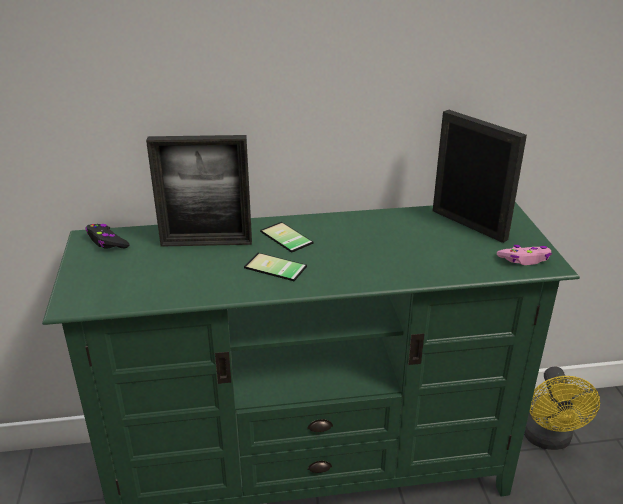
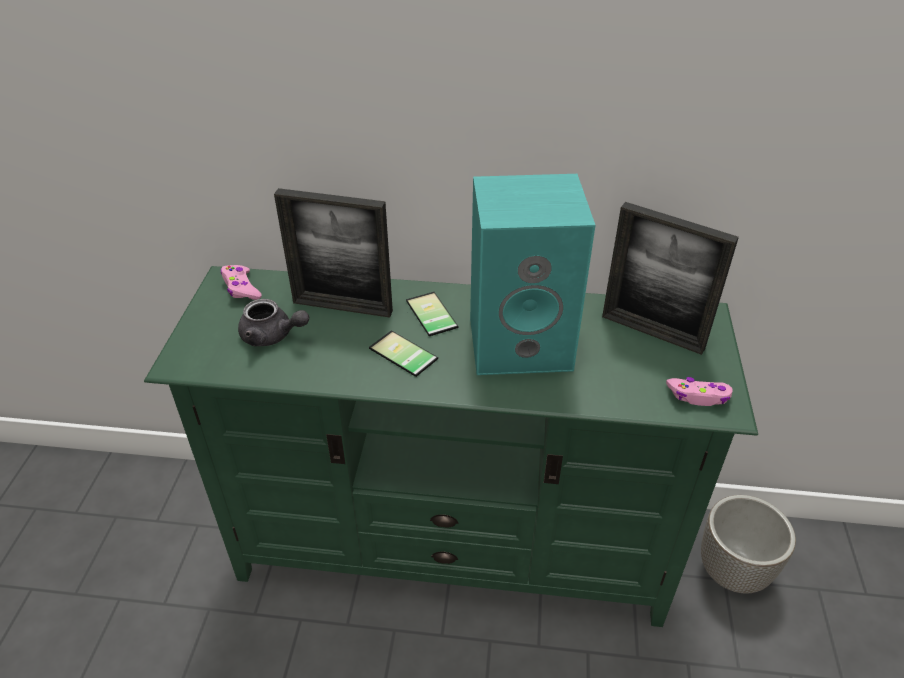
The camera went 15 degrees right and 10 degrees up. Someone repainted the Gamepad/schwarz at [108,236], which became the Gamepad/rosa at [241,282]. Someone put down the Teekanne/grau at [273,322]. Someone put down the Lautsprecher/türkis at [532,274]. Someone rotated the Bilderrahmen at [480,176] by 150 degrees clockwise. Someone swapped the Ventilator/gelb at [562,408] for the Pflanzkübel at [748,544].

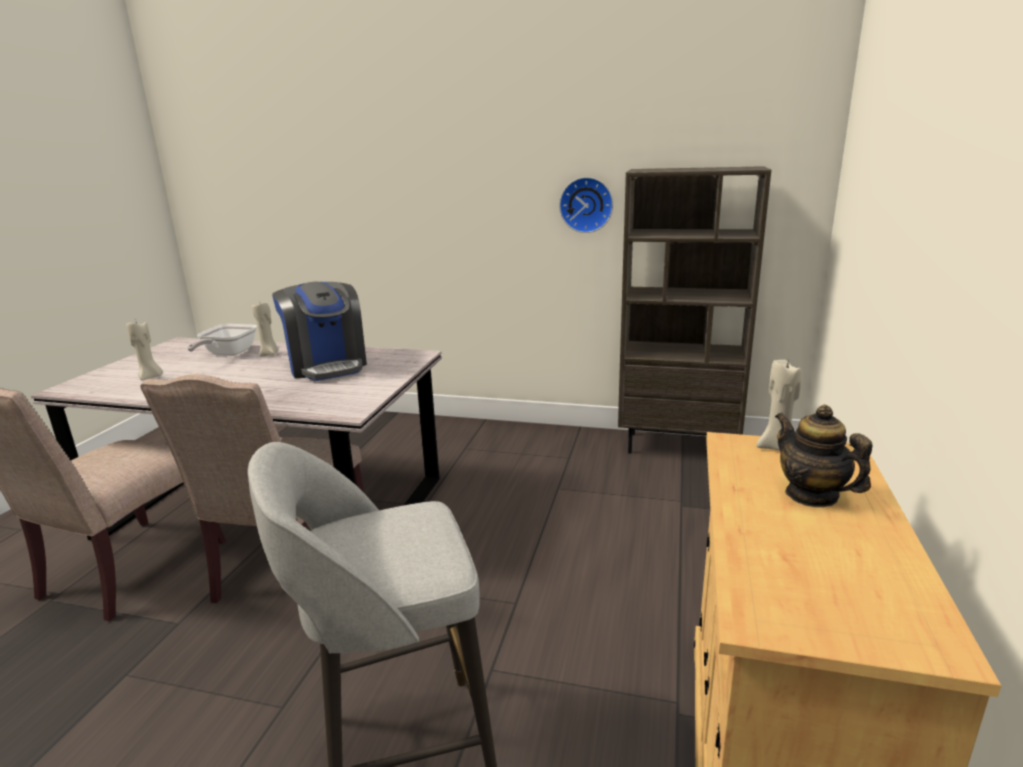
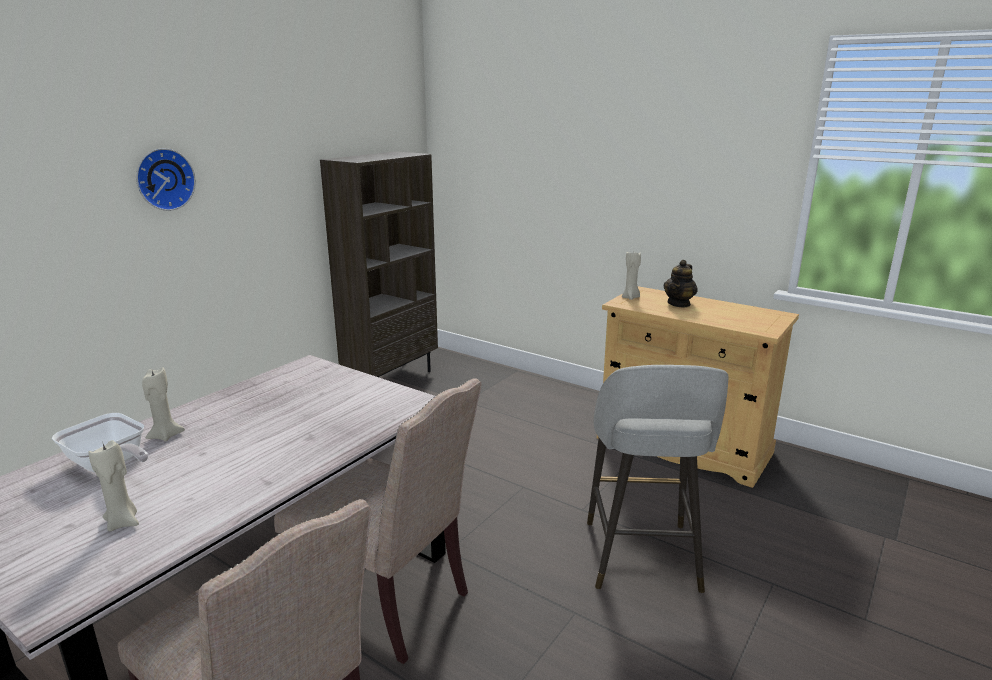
The camera went 70 degrees left and 0 degrees up. Someone carried the Wanduhr from [586,205] to [166,179]. Someone rotated the Teekanne at [823,456] by 45 degrees counterclockwise. Someone took away the Kaffeemaschine at [319,331].

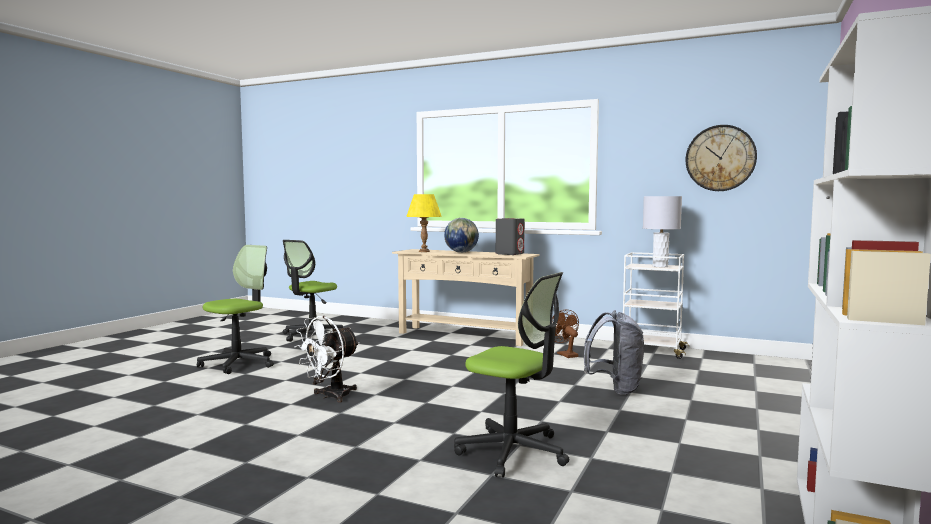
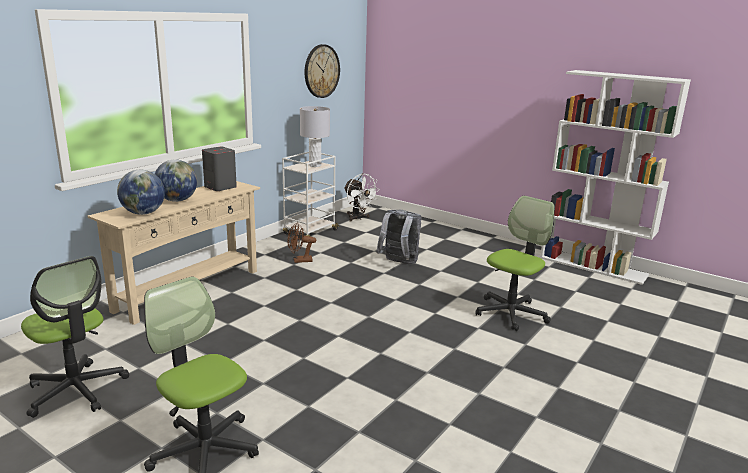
The camera went 80 degrees left and 15 degrees up. Someone swapped the Tischlampe/gelb at [424,223] for the Globus at [141,192]. Someone carried the Ventilator/weiß from [326,359] to [362,197].

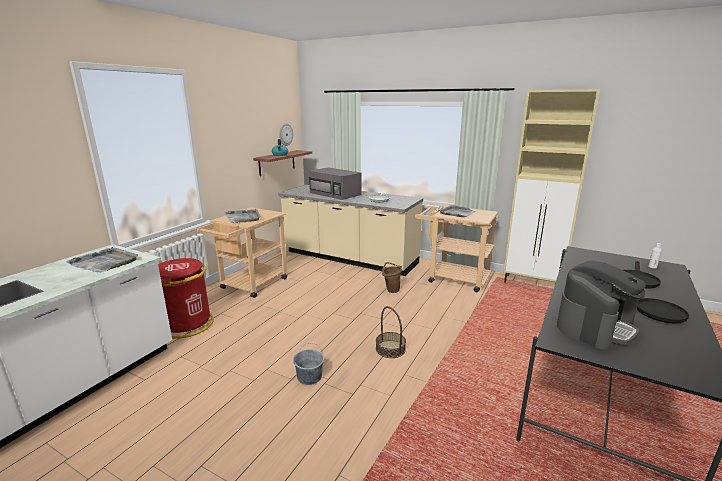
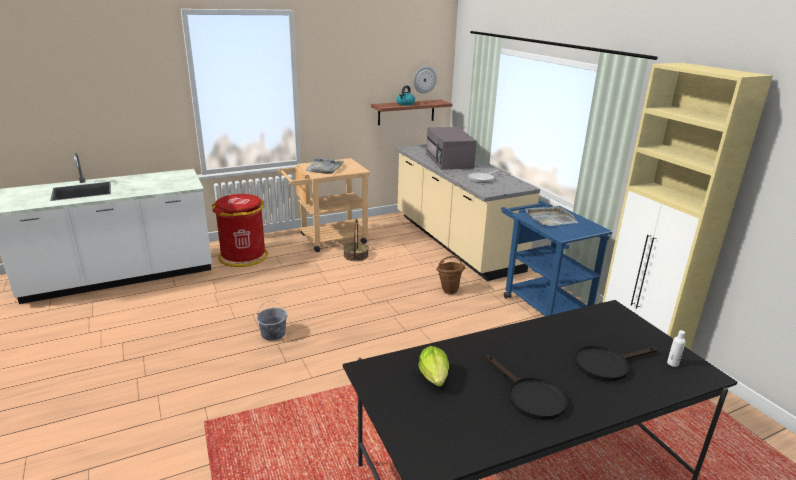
The camera went 35 degrees right and 5 degrees up. Someone carried the Korb from [391,332] to [356,240]. Someone swapped the Kaffeemaschine at [601,305] for the Salatkopf at [433,366]. Someone repainted the Rollwagen/beige at [457,249], which became the Rollwagen/blau at [556,258]. Someone took away the Tablett/grau at [102,260].

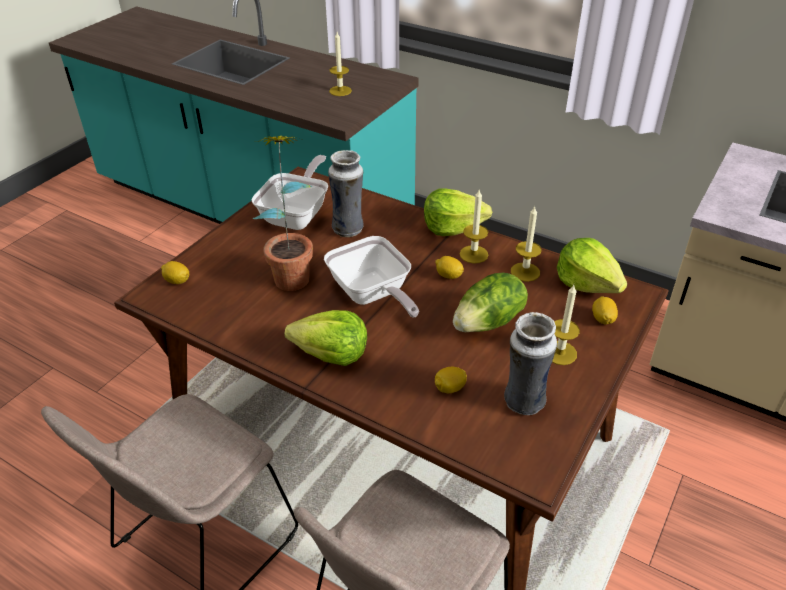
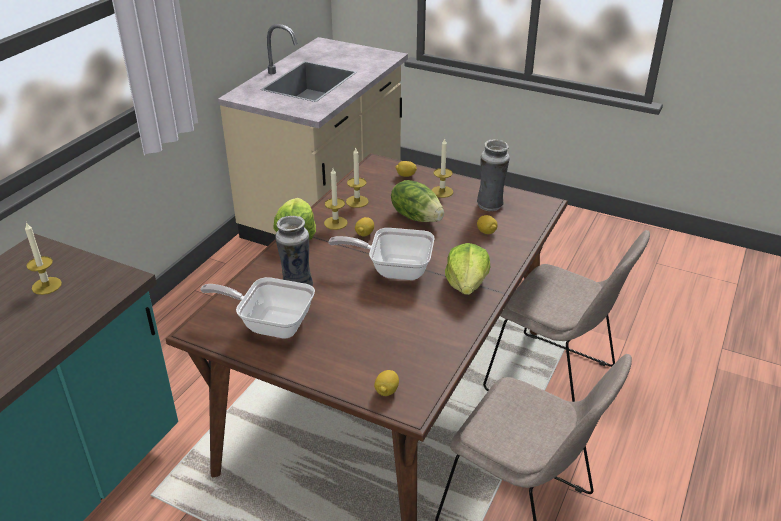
The camera went 95 degrees left and 5 degrees down. Someone rotated the Pfanne at [371,277] by 135 degrees counterclockwise. Someone took away the Topfpflanze at [283,213]. Someone took away the Salatkopf at [592,265].

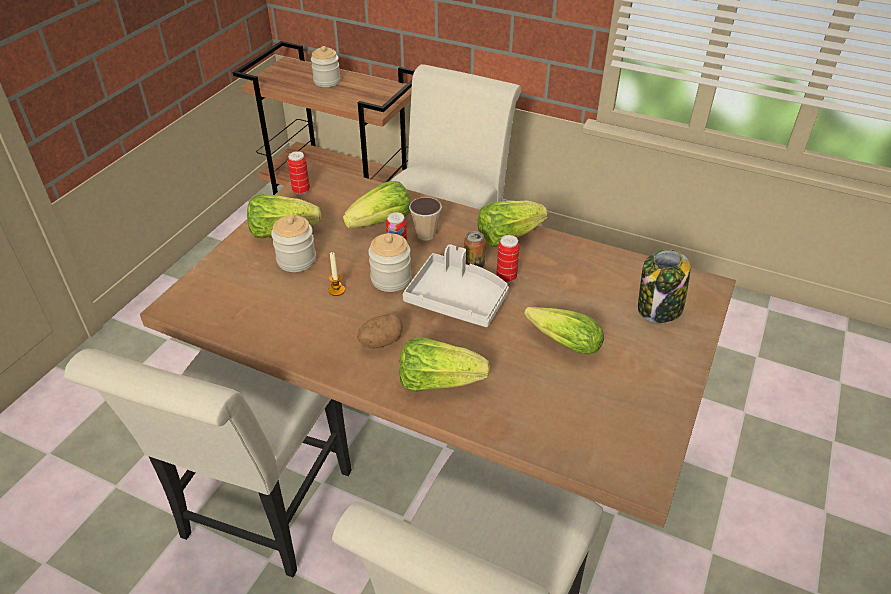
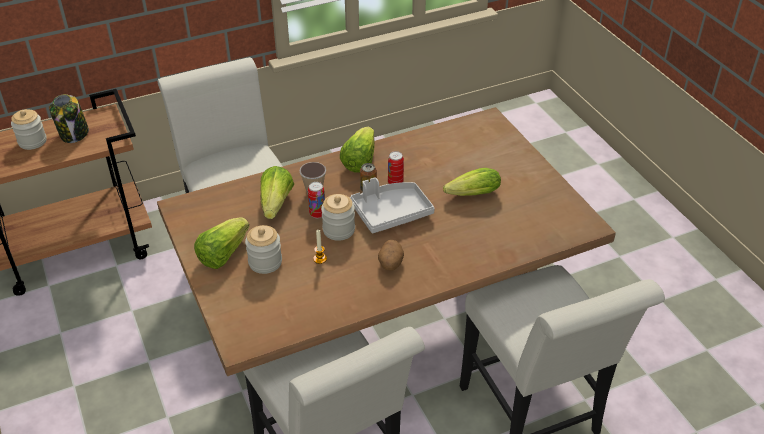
The camera went 50 degrees left and 0 degrees up. Someone carried the Vorratsglas from [664,286] to [69,118]. Someone took away the Dose at [299,173]. Someone took away the Salatkopf at [444,364].

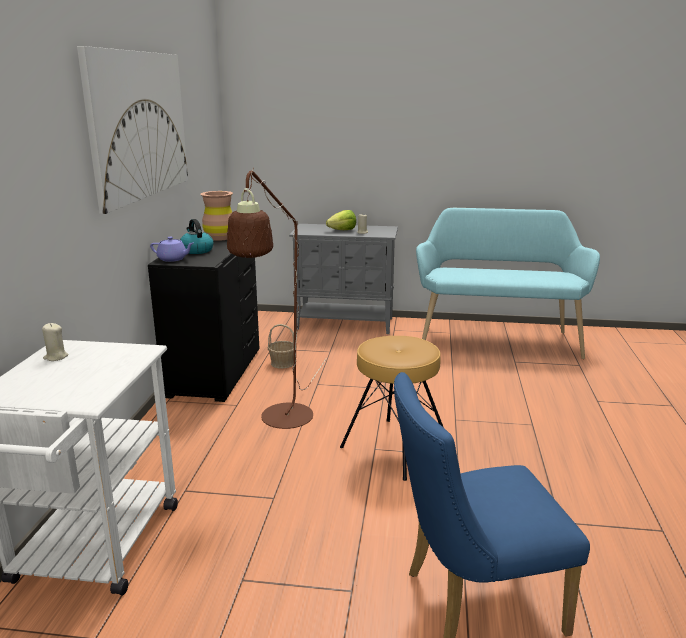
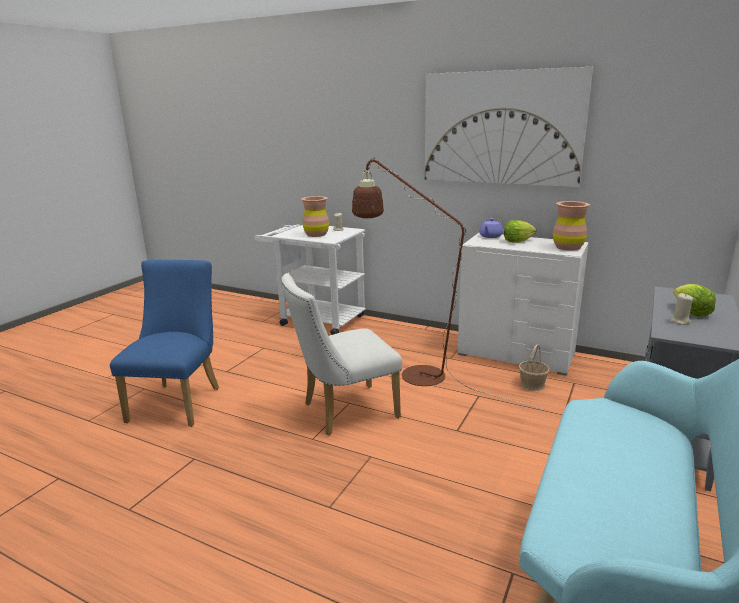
The camera went 110 degrees right and 0 degrees up. Someone swapped the Hocker/braun at [392,408] for the Stuhl/weiß at [342,354]. Someone put down the Vase/braun at [315,216]. Someone repainted the Kommode/schwarz at [203,321], which became the Kommode/weiß at [523,304]. Someone swapped the Wasserkessel at [196,236] for the Salatkopf at [520,231].

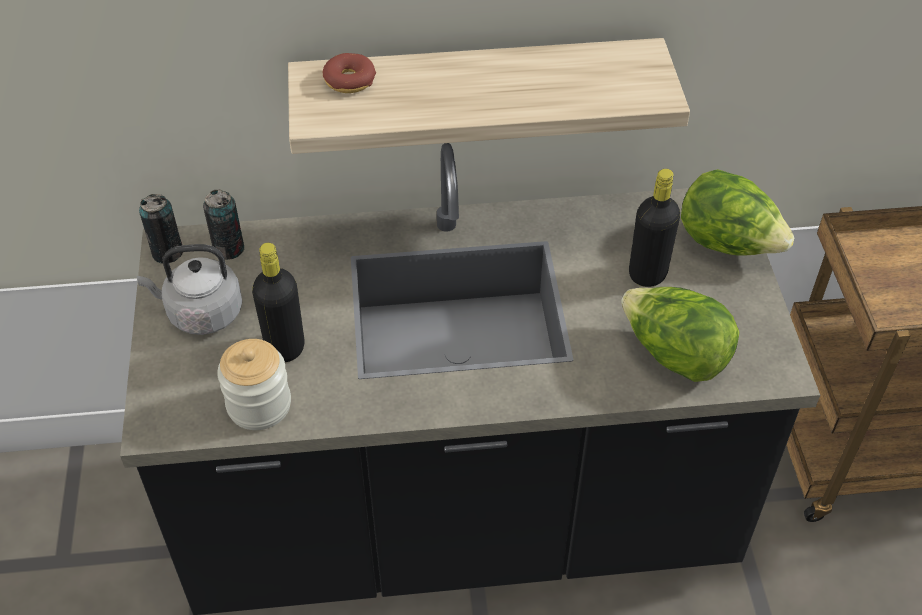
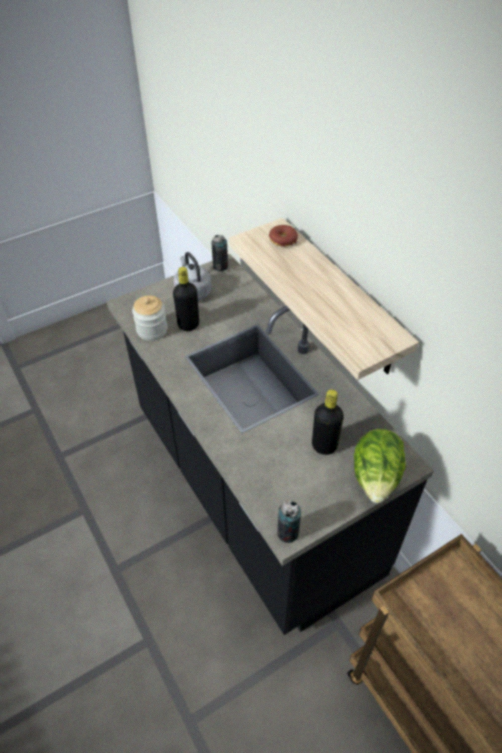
The camera went 65 degrees right and 0 degrees up. Someone carried the Dose from [223,224] to [289,522]. Someone took away the Salatkopf at [680,334].

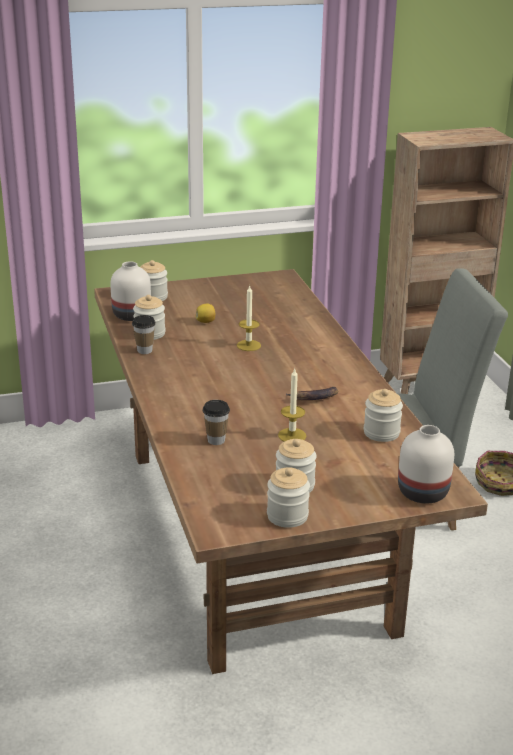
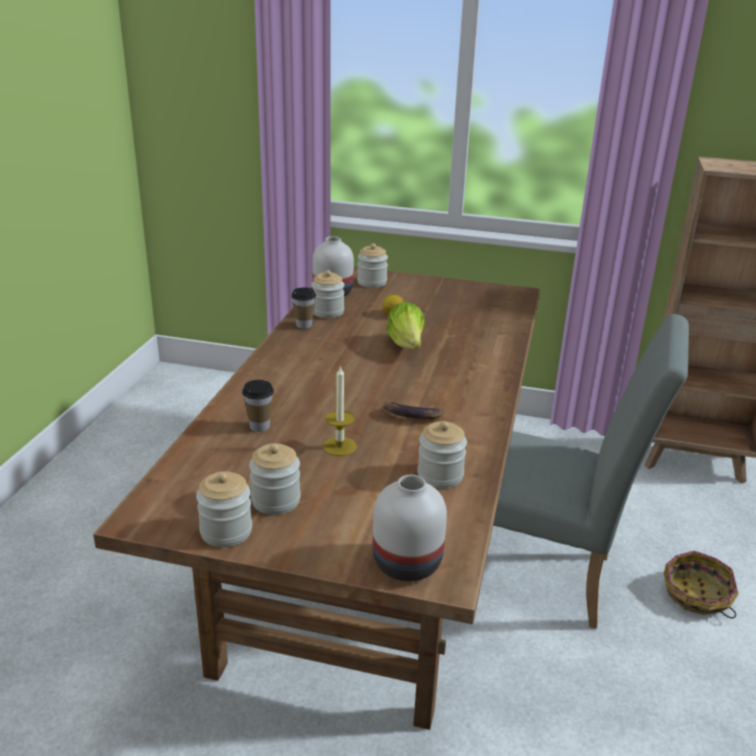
The camera went 30 degrees right and 0 degrees up. Someone swapped the Kerze at [249,318] for the Salatkopf at [405,325].

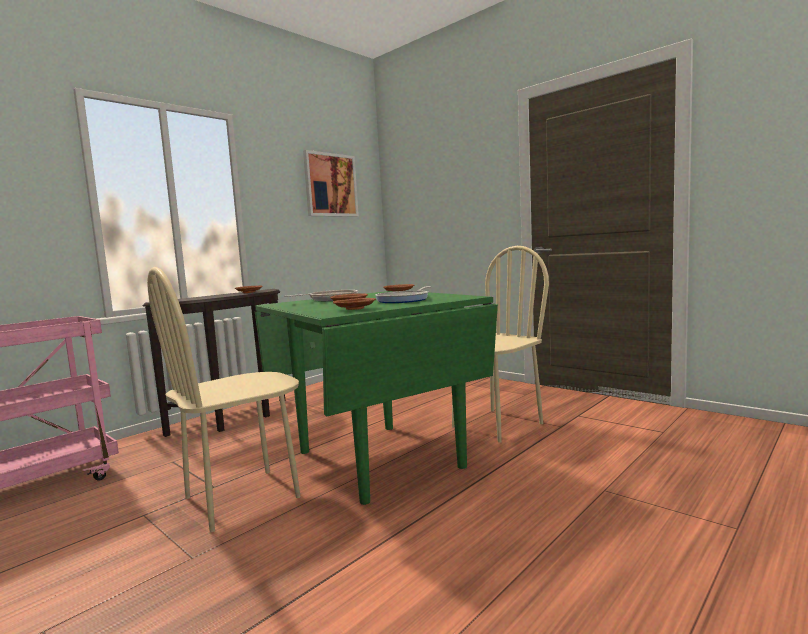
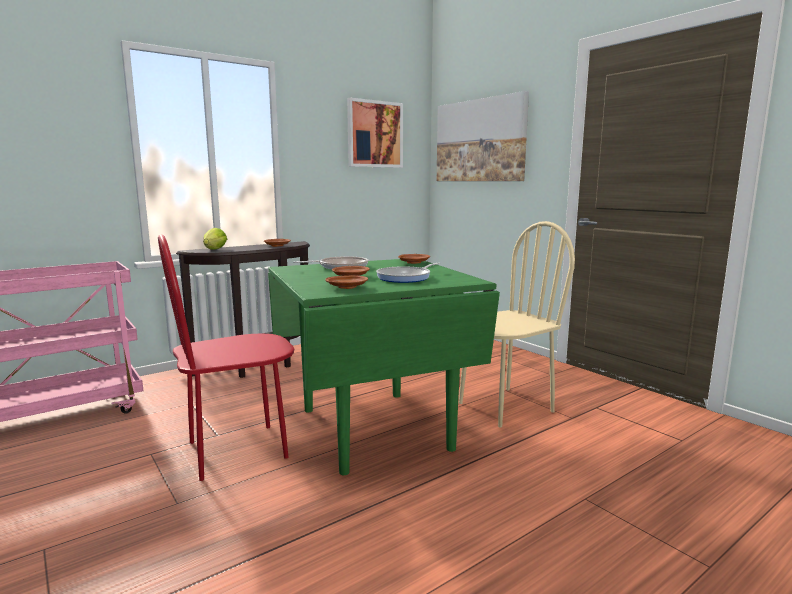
The camera went 10 degrees right and 5 degrees up. Someone repainted the Stuhl/beige at [224,399], which became the Stuhl/rot at [226,358]. Someone put down the Salatkopf at [215,239]. Someone put up the Bild at [483,136].

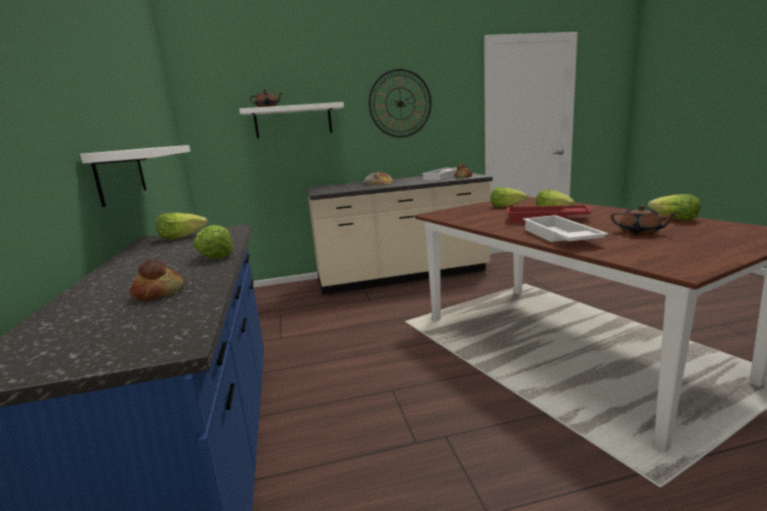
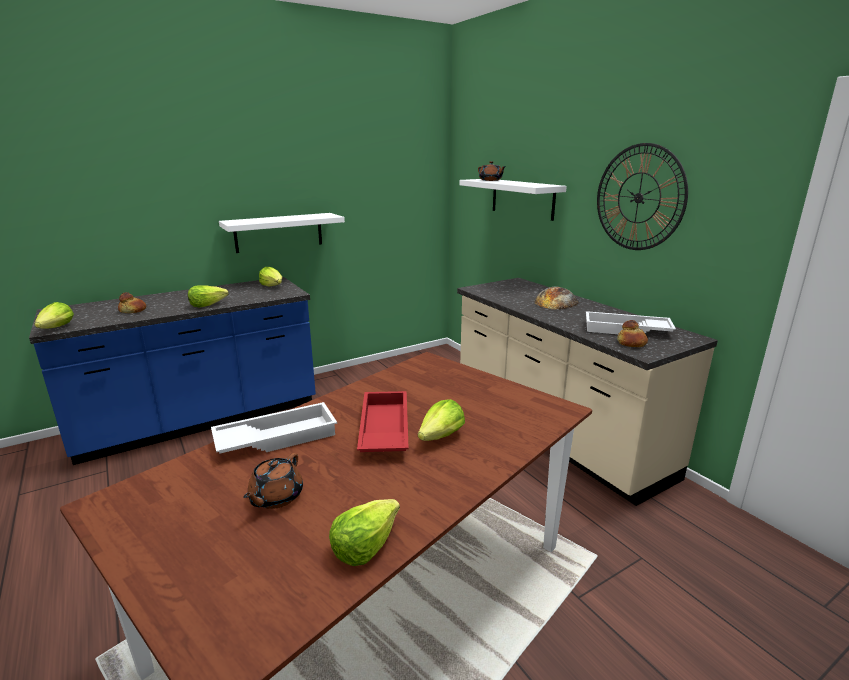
The camera went 70 degrees right and 5 degrees up. Someone carried the Salatkopf from [509,197] to [54,315].

